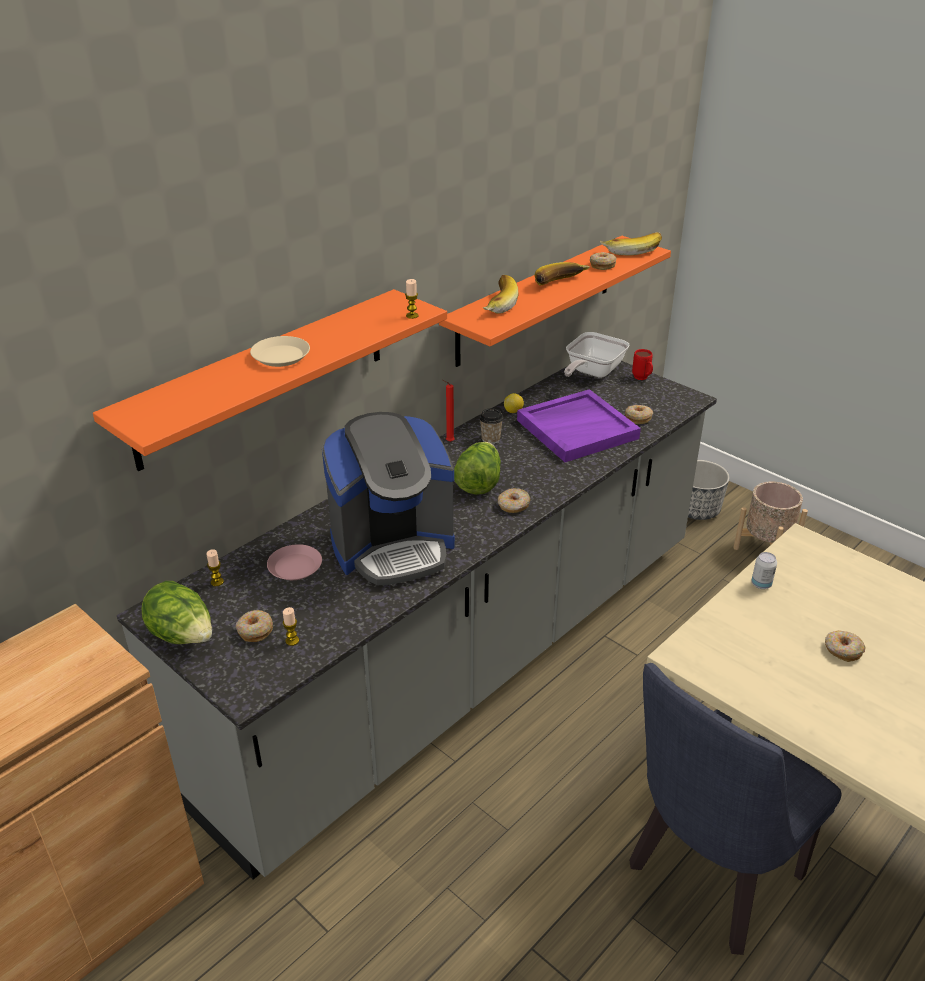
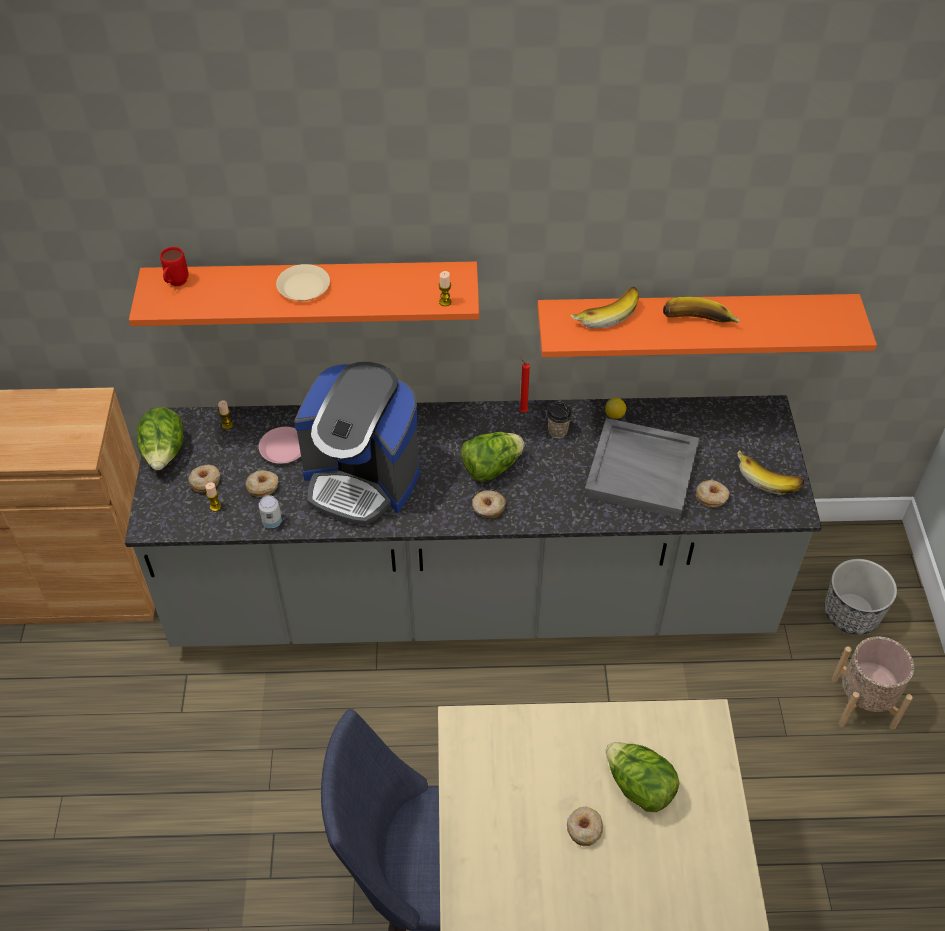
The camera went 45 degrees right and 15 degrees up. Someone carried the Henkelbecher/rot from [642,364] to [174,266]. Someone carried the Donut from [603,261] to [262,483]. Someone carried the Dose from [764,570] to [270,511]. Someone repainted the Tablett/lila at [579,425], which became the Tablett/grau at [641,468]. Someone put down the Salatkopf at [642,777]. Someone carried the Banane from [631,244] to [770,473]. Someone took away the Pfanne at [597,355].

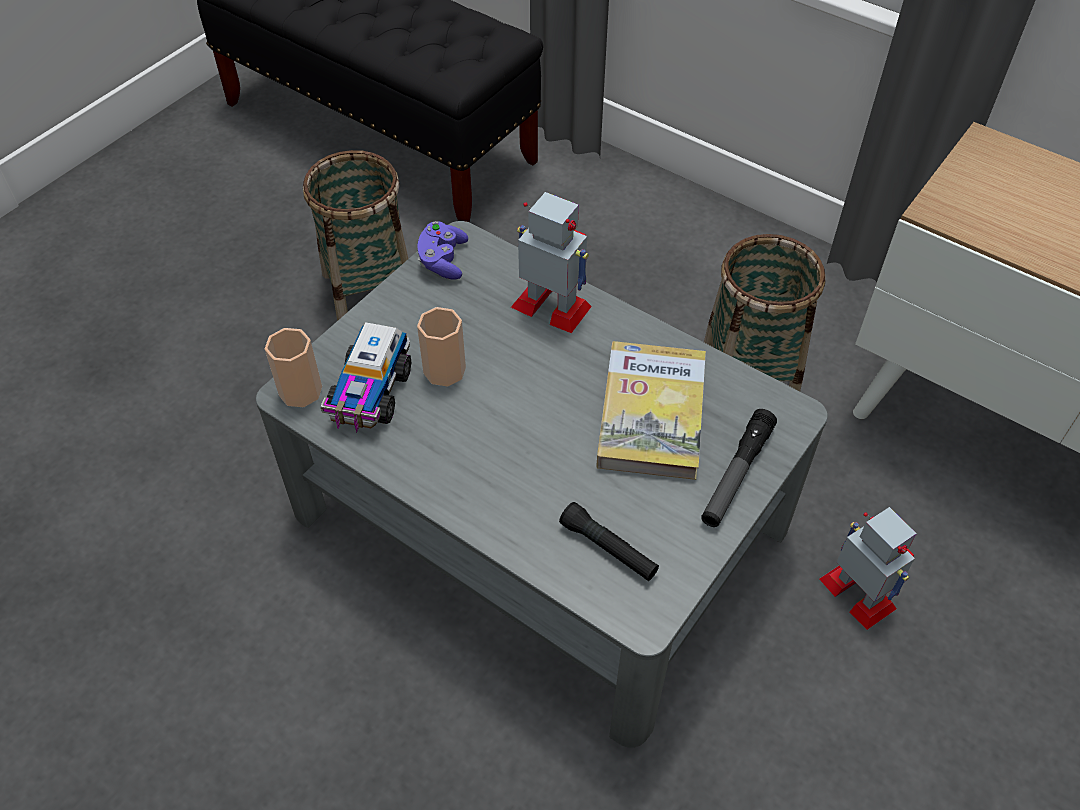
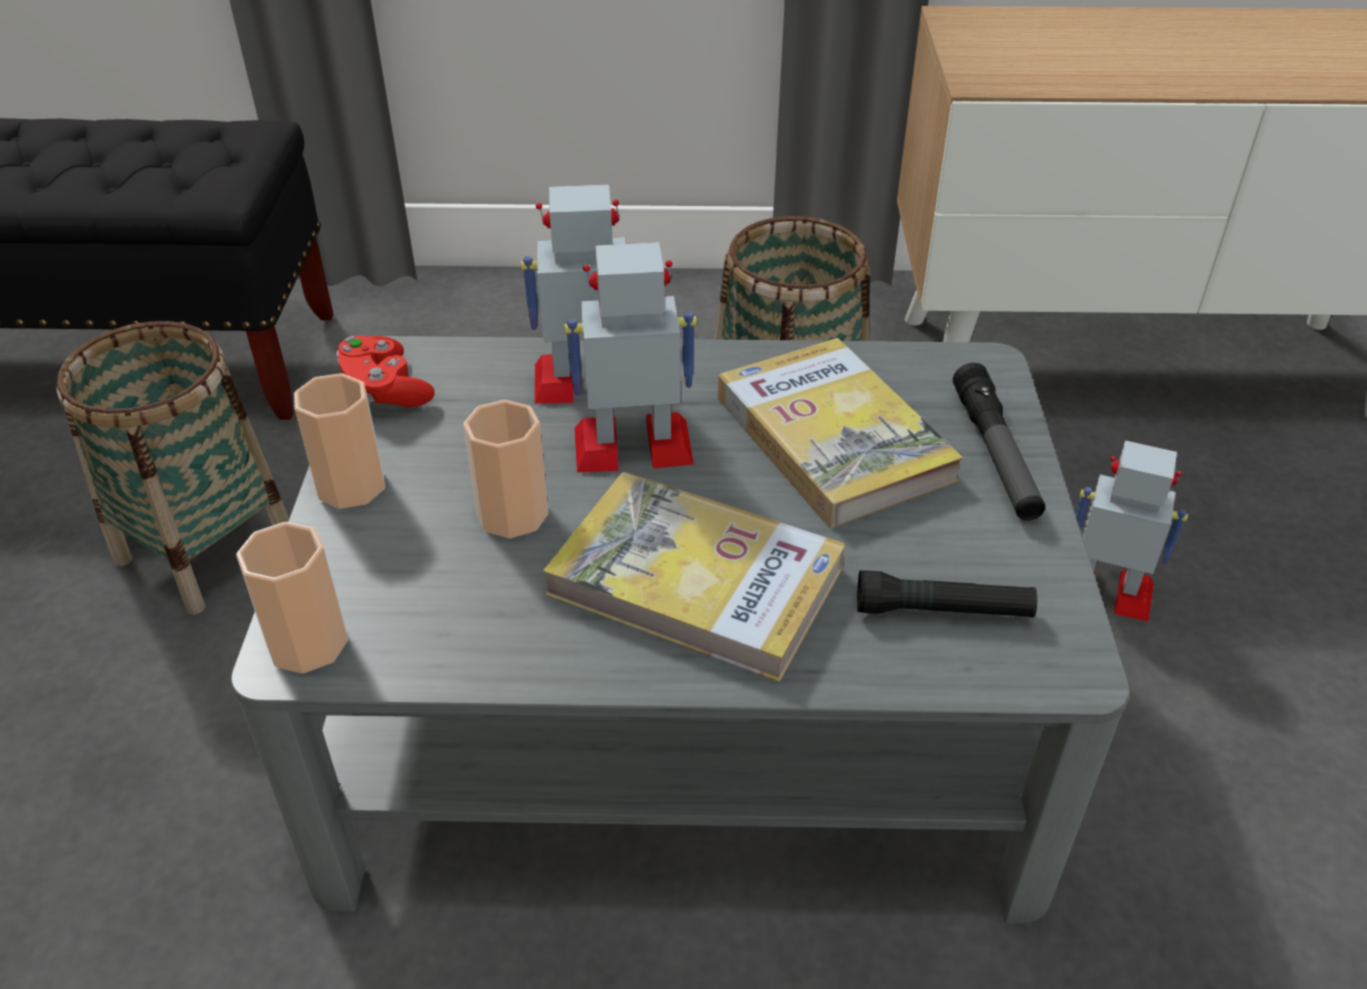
The camera went 35 degrees left and 10 degrees down. Someone put down the Tasse at [339,441]. Someone repainted the Gamepad/lila at [442,250], which became the Gamepad/rot at [385,371]. Someone put down the Buch at [694,577]. Someone put down the Spielzeugroboter at [630,357]. Someone took away the Spielzeuglaster at [366,377].

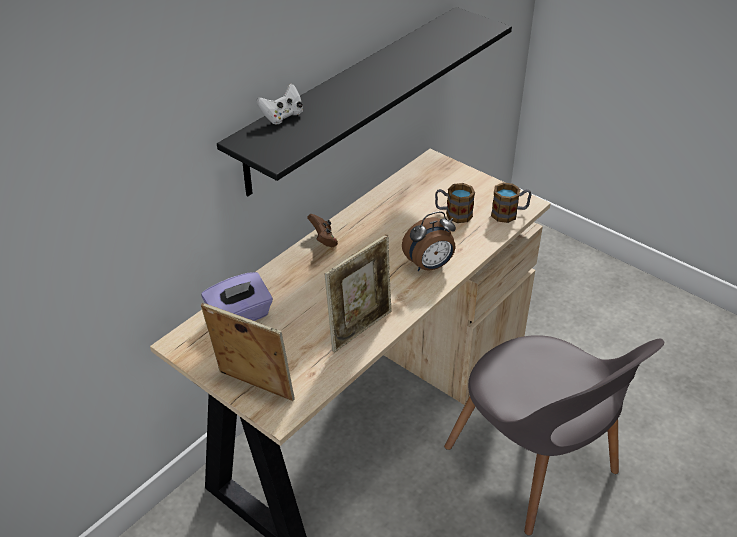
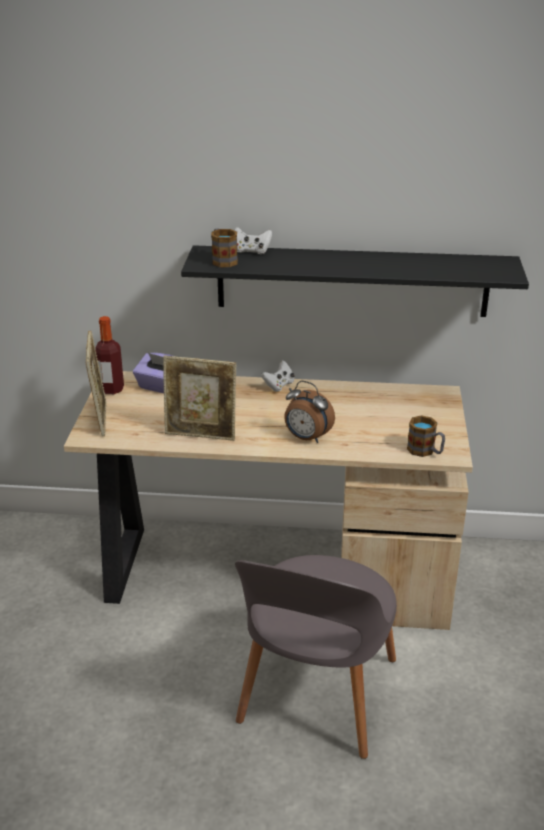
The camera went 55 degrees right and 10 degrees down. Someone put down the Flasche at [109,355]. Someone carried the Henkelbecher from [455,203] to [224,247]. Someone repainted the Gamepad/braun at [322,230], which became the Gamepad/weiß at [278,376].

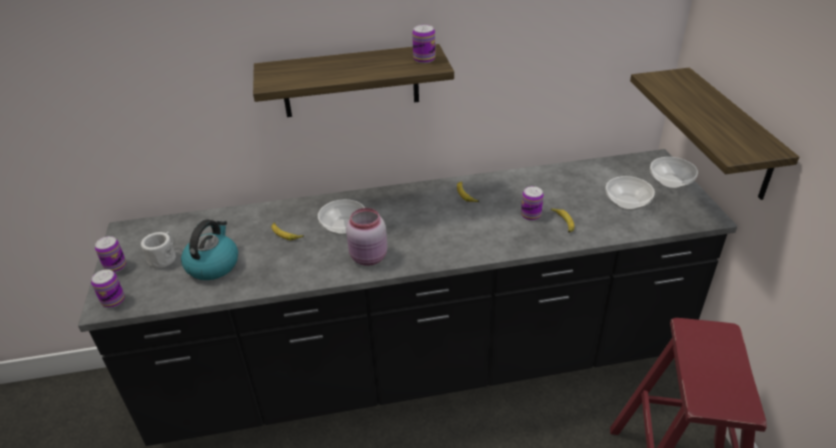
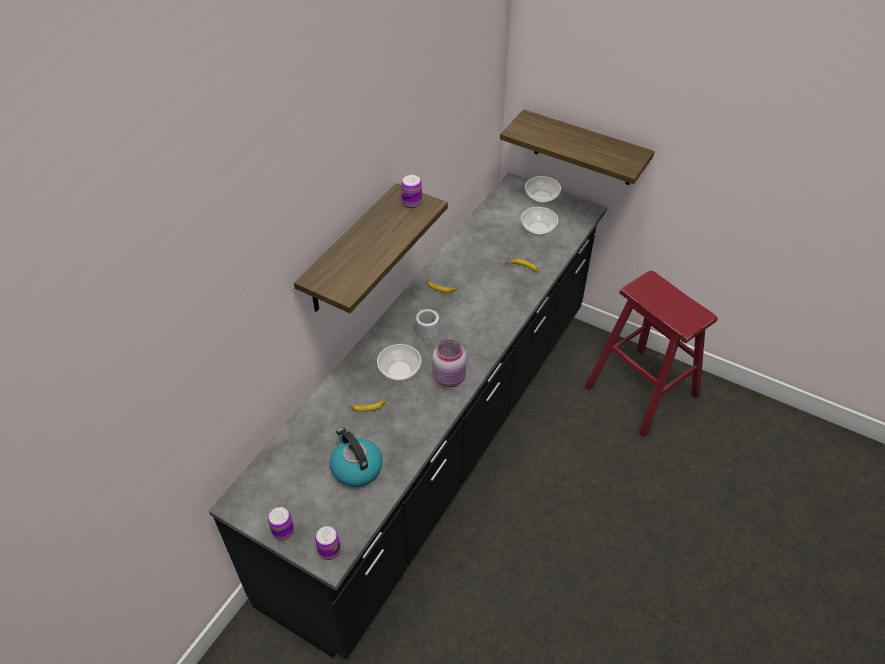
The camera went 50 degrees left and 10 degrees up. Someone carried the Henkelbecher/weiß from [158,250] to [427,324]. Someone took away the Dose at [532,203].

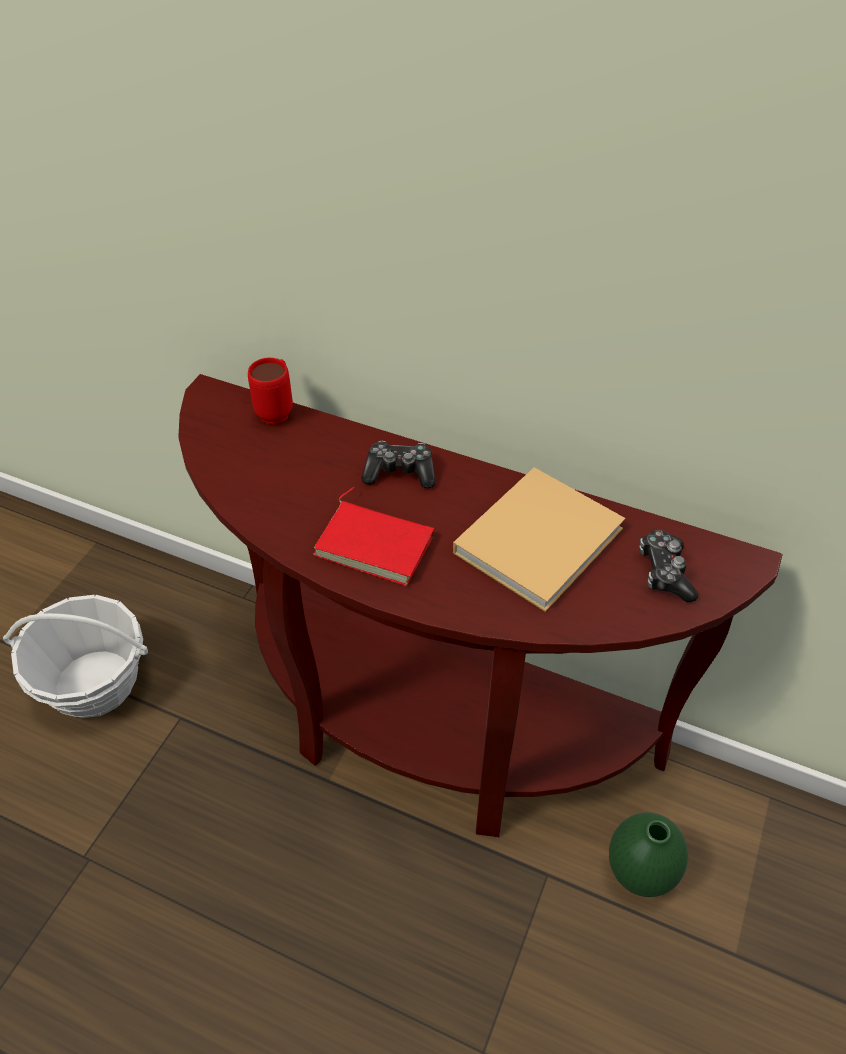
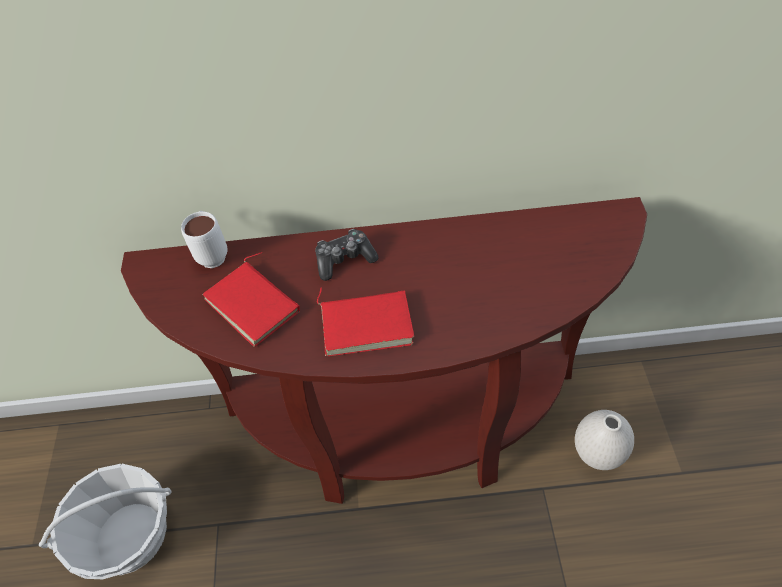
The camera went 25 degrees left and 5 degrees up. Someone repainted the Henkelbecher/rot at [270,391], which became the Henkelbecher/weiß at [204,239]. Someone put down the Buch/rot at [251,299]. Someone repainted the Vase/grün at [648,854], which became the Vase/weiß at [604,440]. Someone took away the Buch/beige at [539,539]. Someone took away the Gamepad at [669,566].

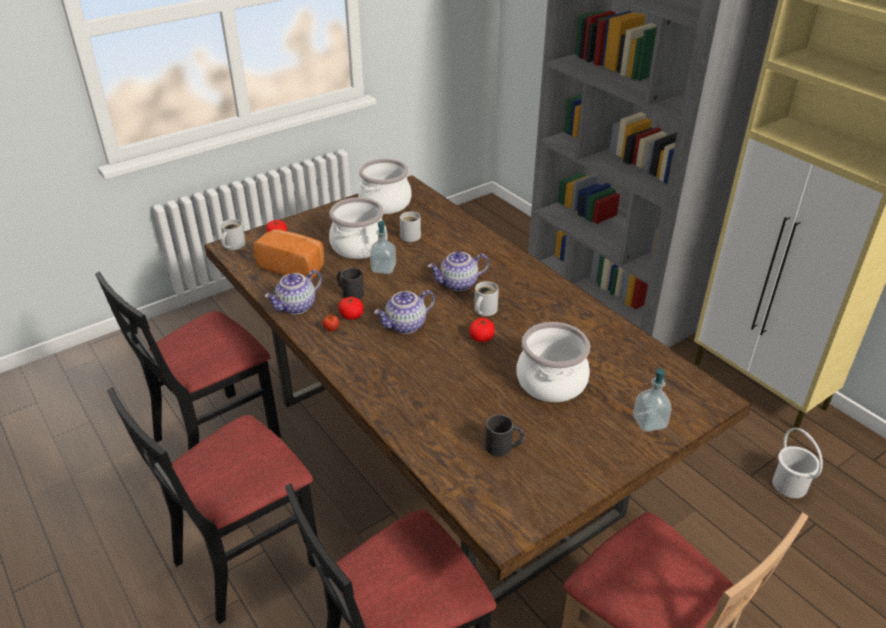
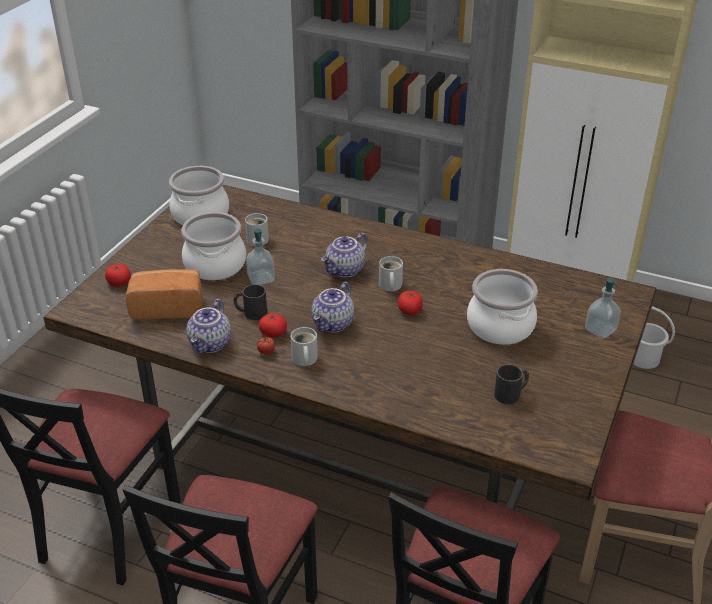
The camera went 30 degrees left and 0 degrees up. Someone carried the Henkelbecher/weiß from [233,234] to [304,346].

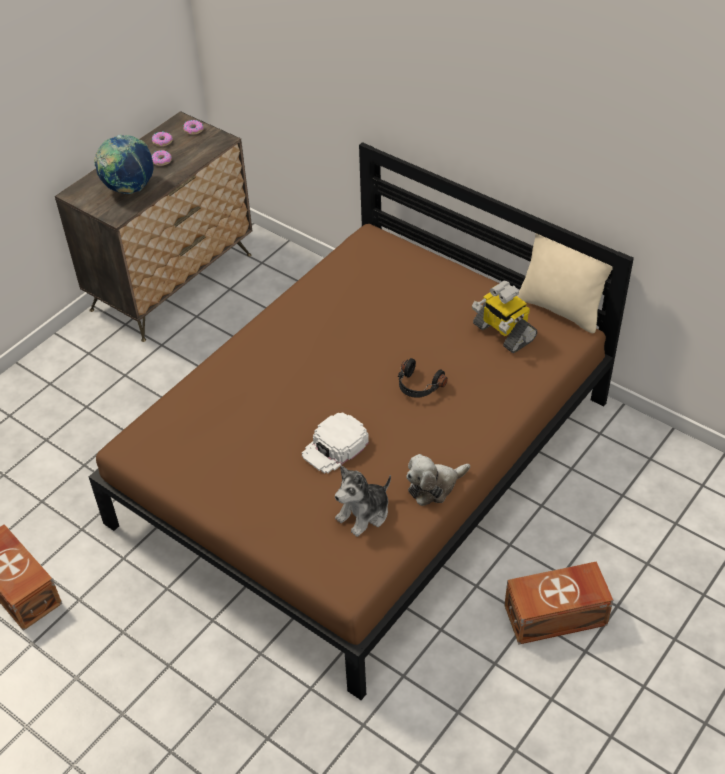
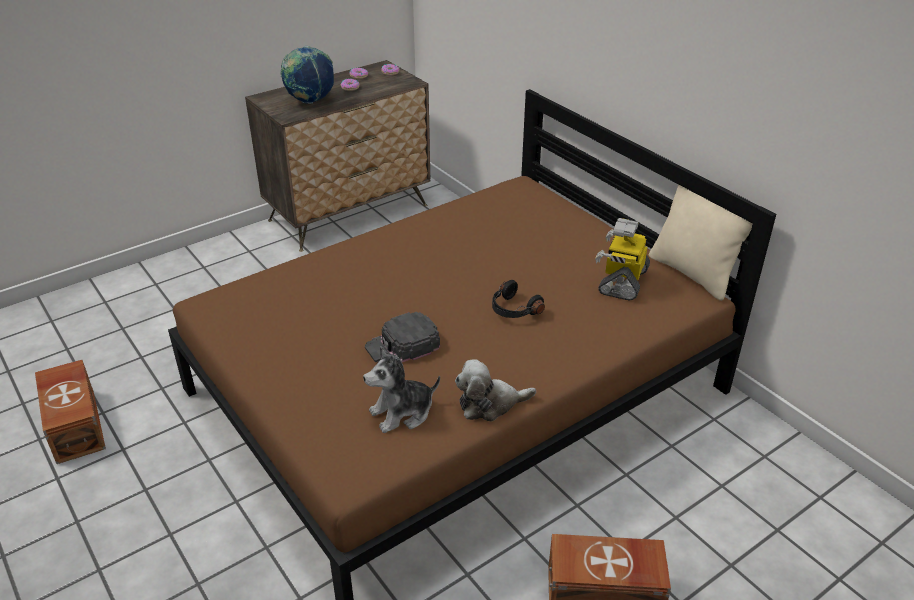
The camera went 15 degrees right and 10 degrees down. Someone repainted the Kappe/weiß at [335,443], which became the Kappe/schwarz at [402,337]. Someone rotated the Spielzeugroboter at [504,316] by 45 degrees clockwise.

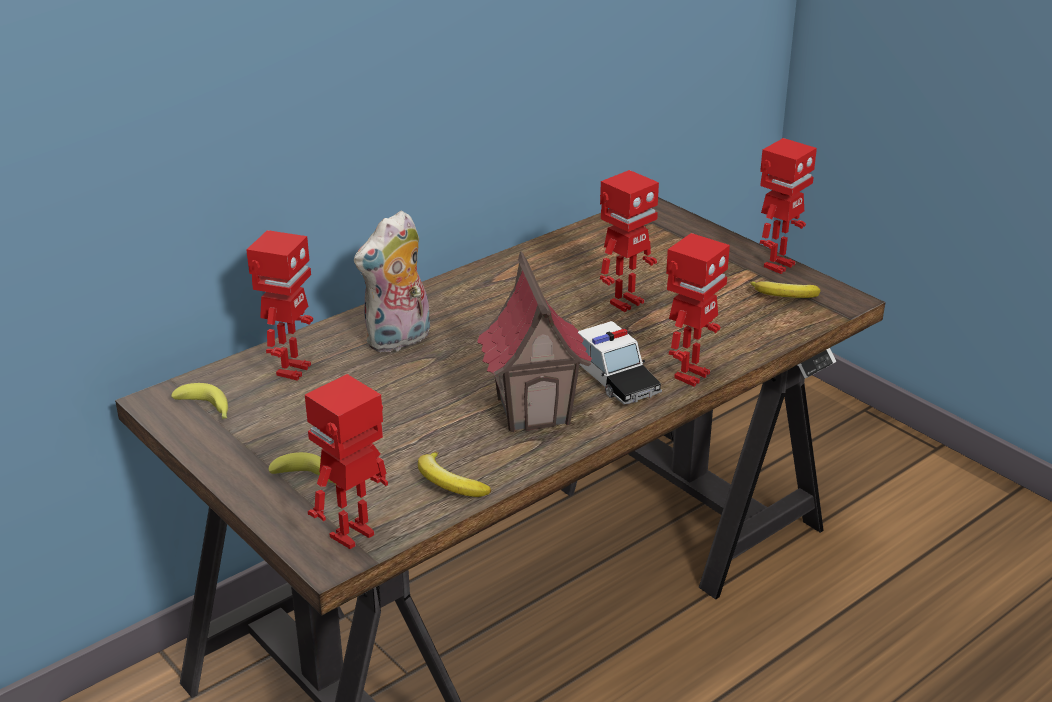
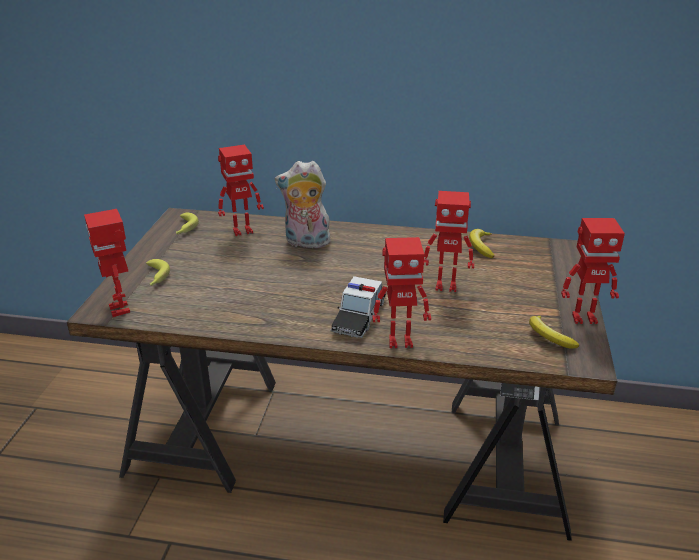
The camera went 50 degrees right and 0 degrees up. Someone rotated the Spielzeugroboter at [346,461] by 120 degrees counterclockwise. Someone carried the Banane from [454,474] to [482,243]. Someone took away the Spielzeughaus at [534,341].

